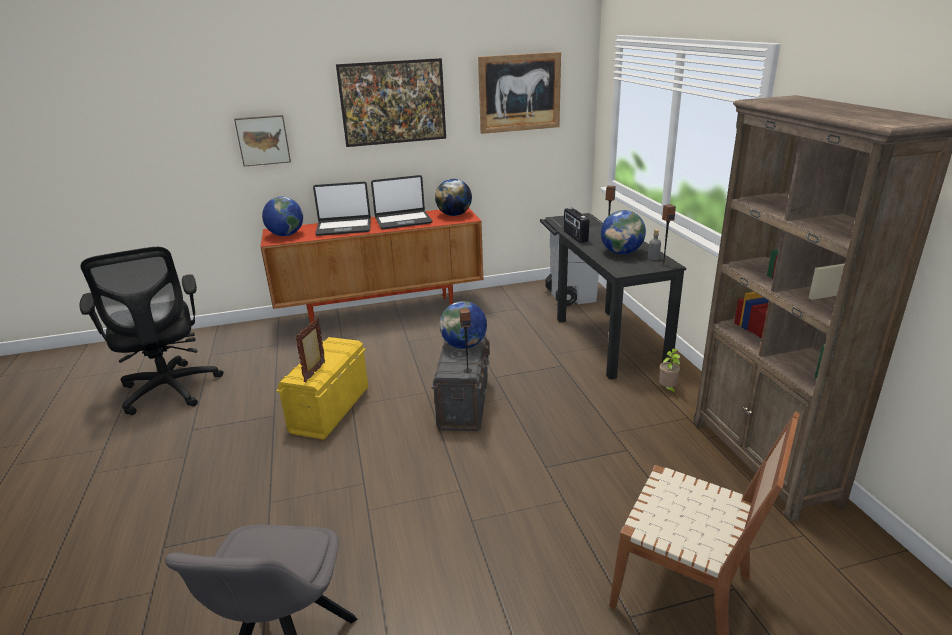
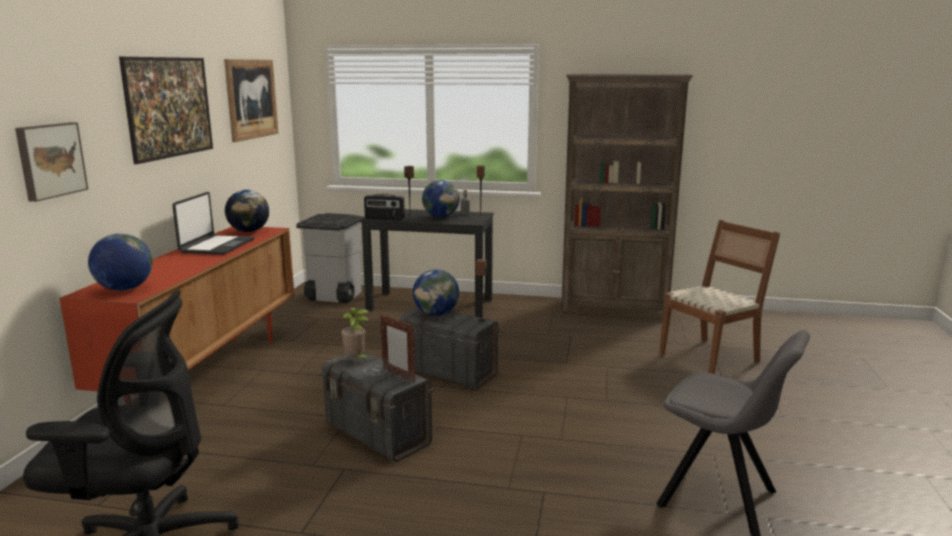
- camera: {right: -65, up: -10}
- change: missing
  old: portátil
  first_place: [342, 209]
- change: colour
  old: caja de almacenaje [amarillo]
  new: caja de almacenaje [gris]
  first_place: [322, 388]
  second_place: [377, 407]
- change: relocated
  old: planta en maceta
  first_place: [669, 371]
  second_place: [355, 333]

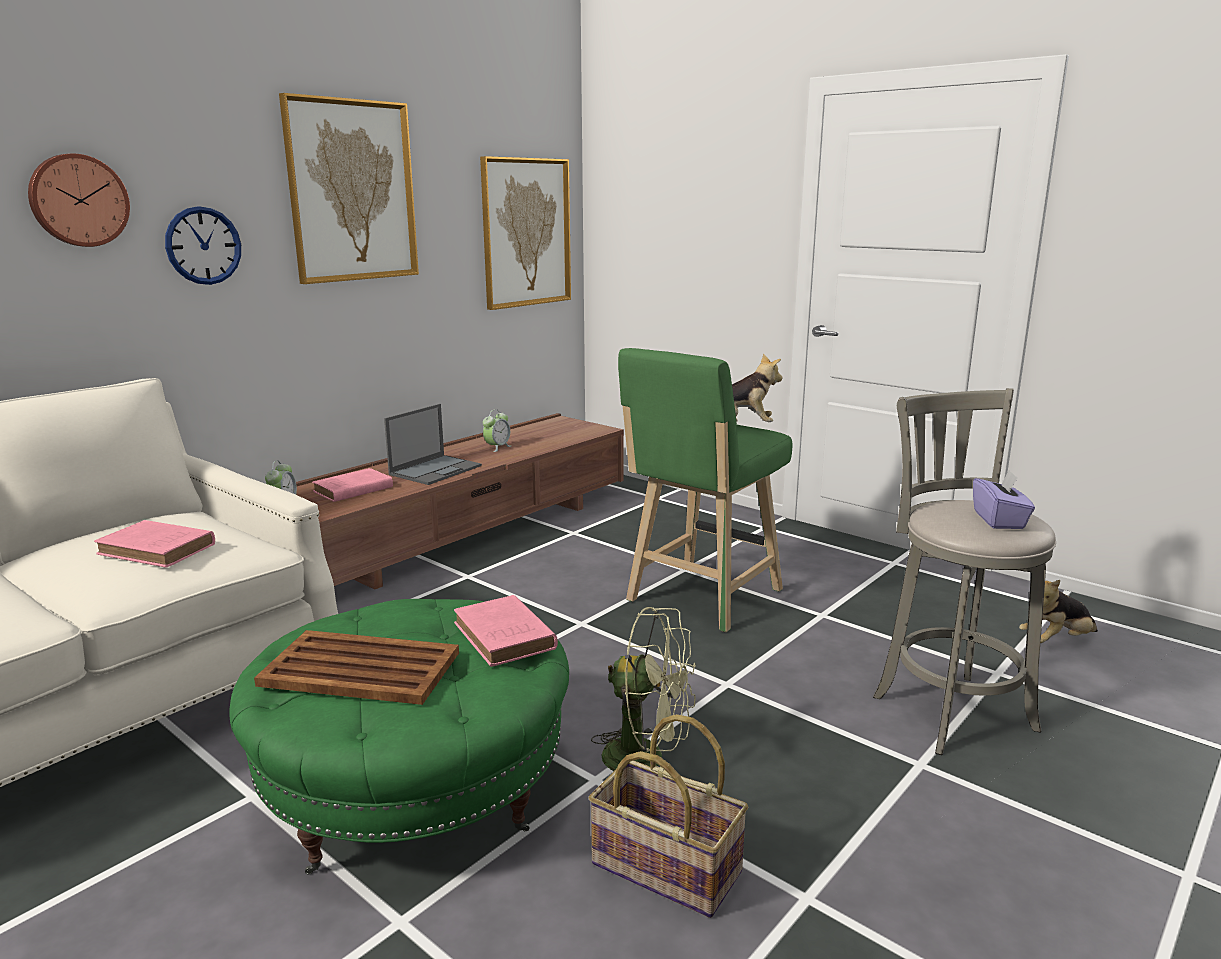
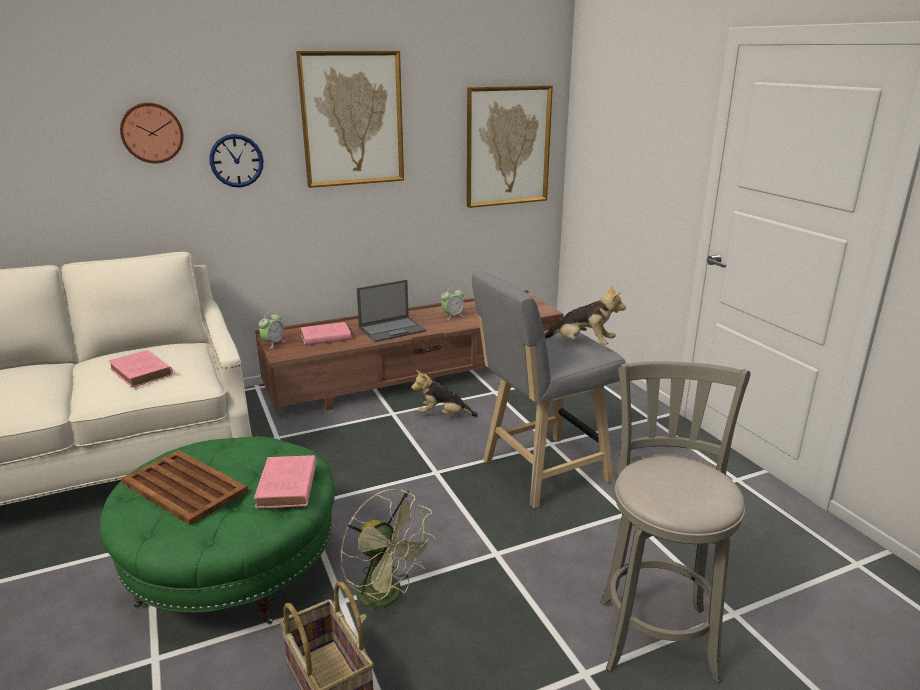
- camera: {right: 25, up: 5}
- change: colour
  old: taburete [verde]
  new: taburete [gris]
  first_place: [705, 490]
  second_place: [548, 390]
- change: missing
  old: caja de pañuelos [morado]
  first_place: [1004, 499]
- change: relocated
  old: peluche
  first_place: [1058, 611]
  second_place: [444, 393]

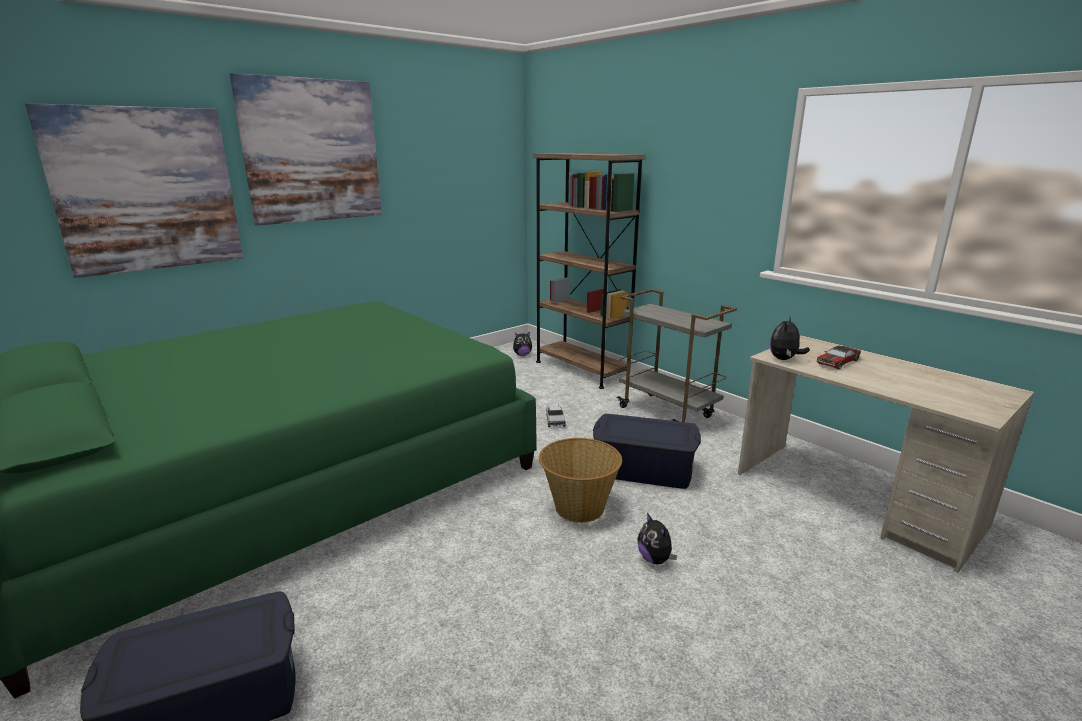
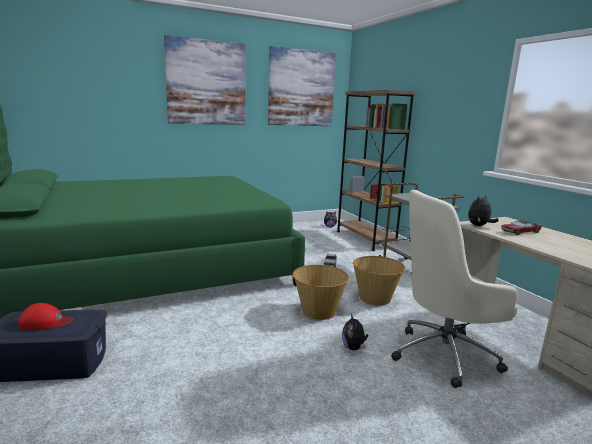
- camera: {right: 15, up: -5}
- change: relocated
  old: cuadro
  first_place: [134, 190]
  second_place: [302, 86]
- change: exchanged
  old: caja de almacenaje [azul]
  new: cesta
  first_place: [647, 451]
  second_place: [379, 281]
- change: appeared
  new: silla de oficina [beis]
  second_place: [454, 289]
- change: appeared
  new: gorra [rojo]
  second_place: [45, 316]

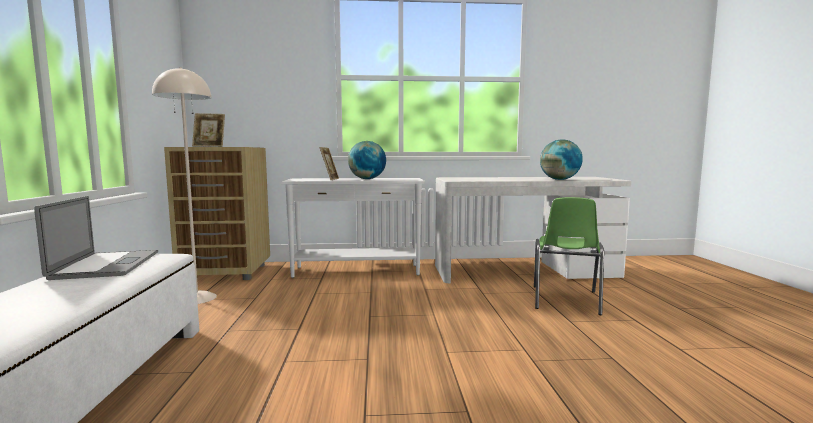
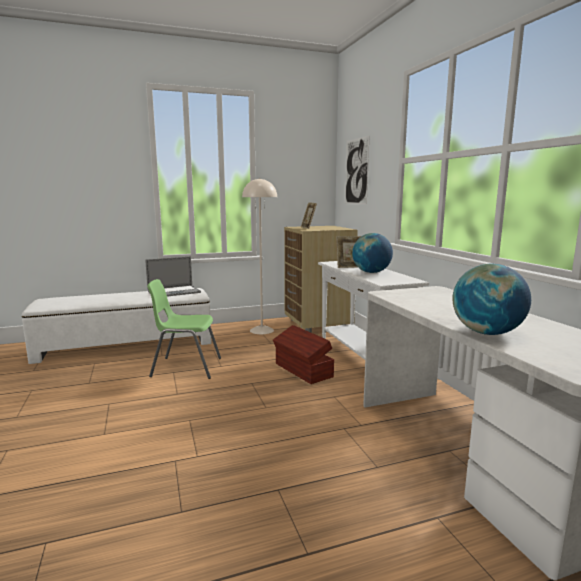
- camera: {right: 75, up: 5}
- change: relocated
  old: silla [verde]
  first_place: [569, 256]
  second_place: [184, 329]
- change: appeared
  new: cuadro
  second_place: [357, 170]
- change: appeared
  new: caja de almacenaje [marrón]
  second_place: [303, 354]

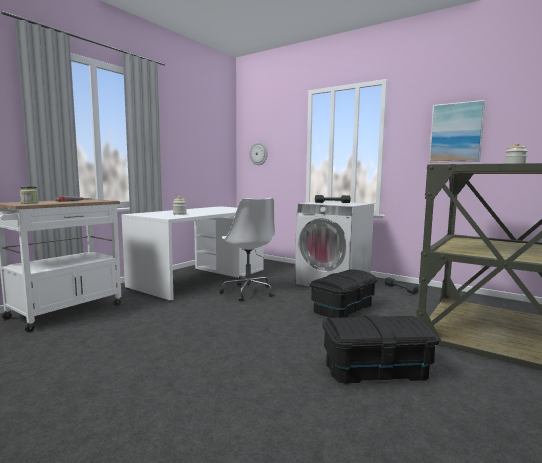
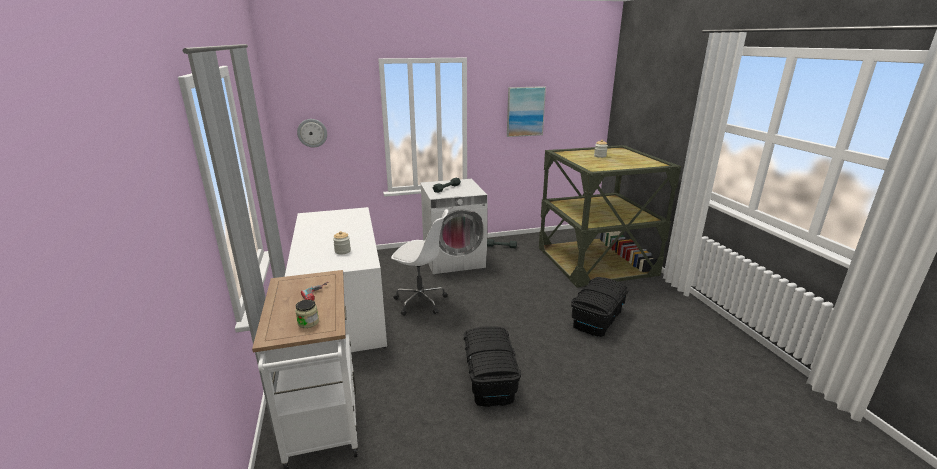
- camera: {right: -50, up: 15}
- change: relocated
  old: caja de almacenaje [negro]
  first_place: [343, 293]
  second_place: [492, 366]

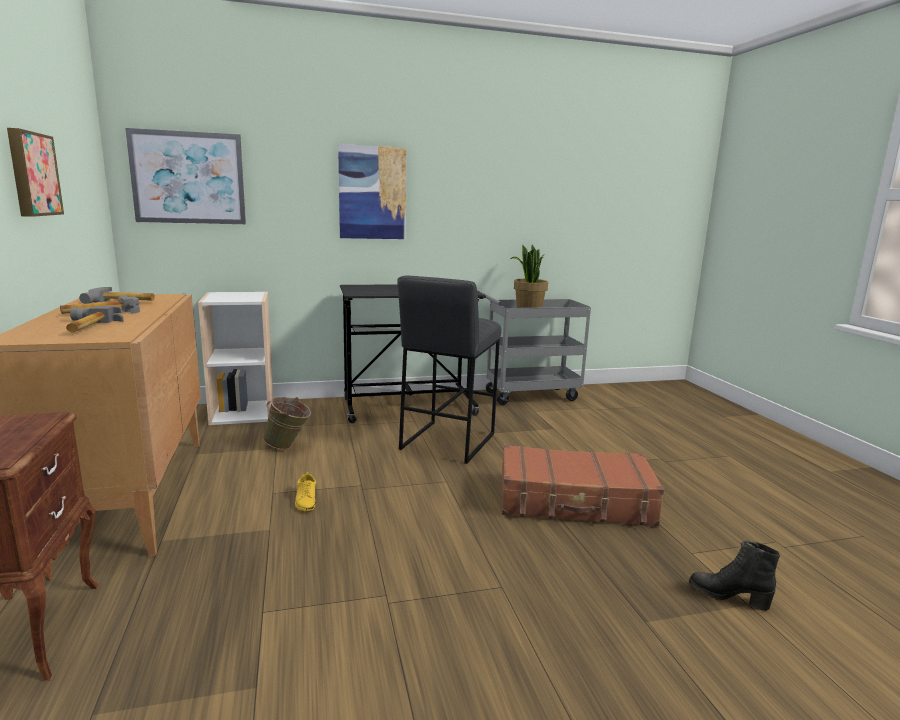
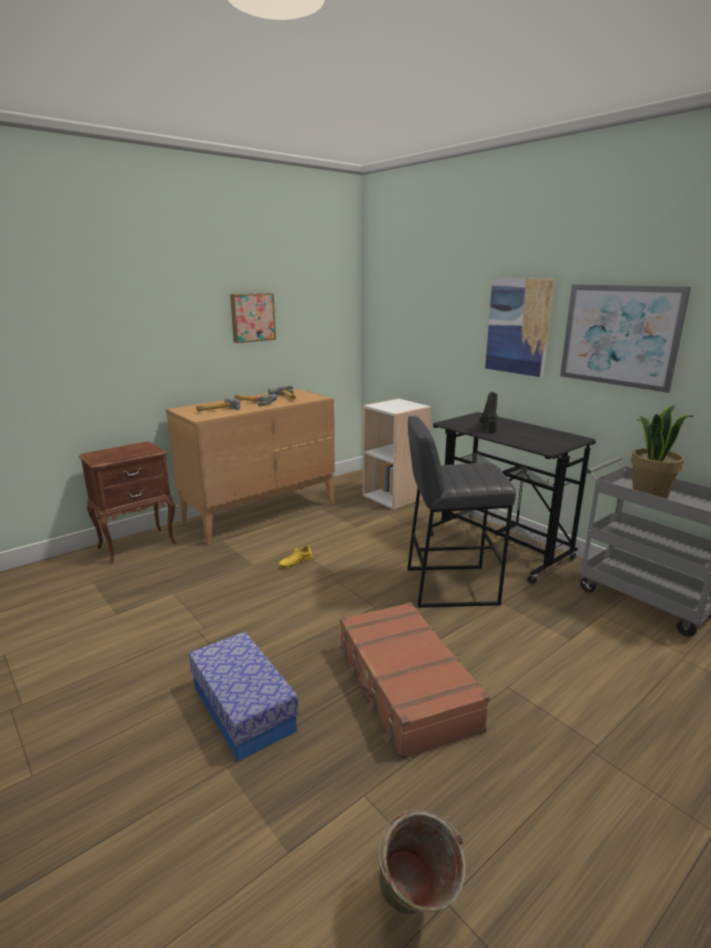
- camera: {right: 65, up: 5}
- change: relocated
  old: cuadro
  first_place: [185, 176]
  second_place: [625, 338]
- change: relocated
  old: cubo [verde]
  first_place: [287, 423]
  second_place: [422, 862]
- change: relocated
  old: bota [negro]
  first_place: [735, 576]
  second_place: [488, 413]
- change: appeared
  new: caja de almacenaje
  second_place: [244, 696]

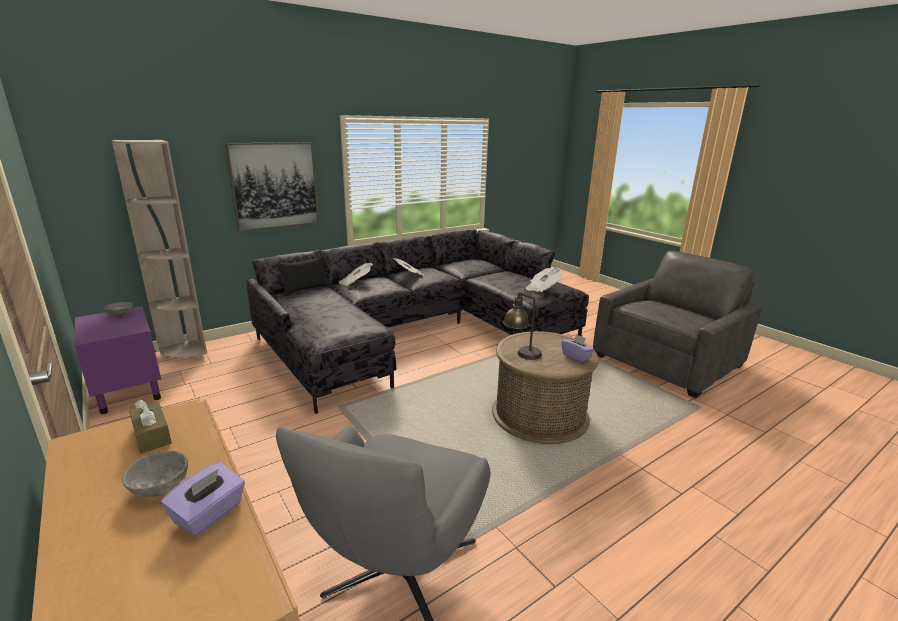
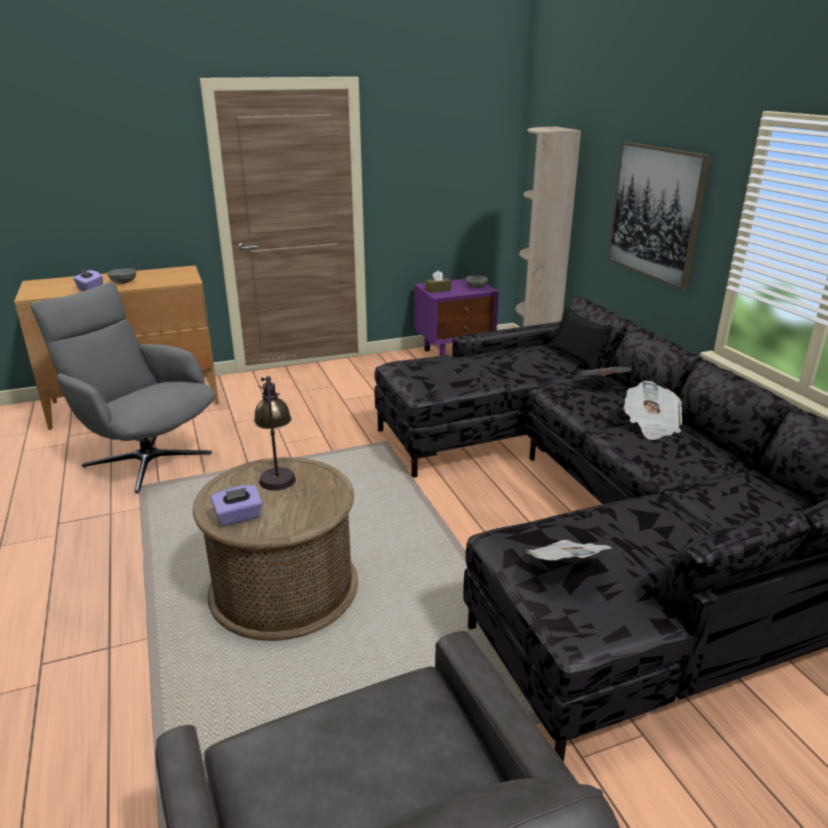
- camera: {right: 105, up: 5}
- change: relocated
  old: caja de pañuelos [marrón]
  first_place: [150, 426]
  second_place: [438, 281]

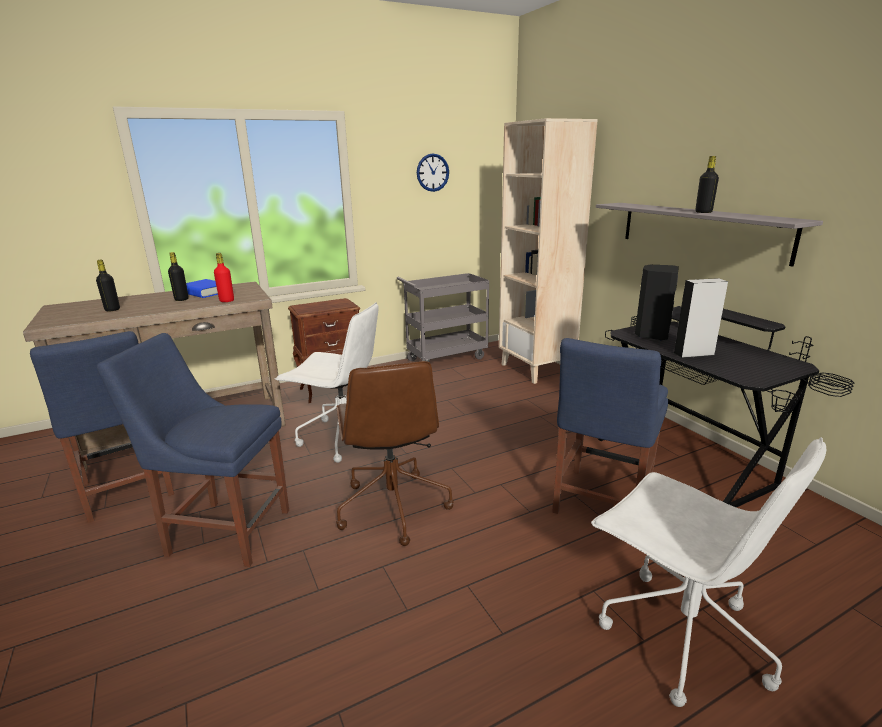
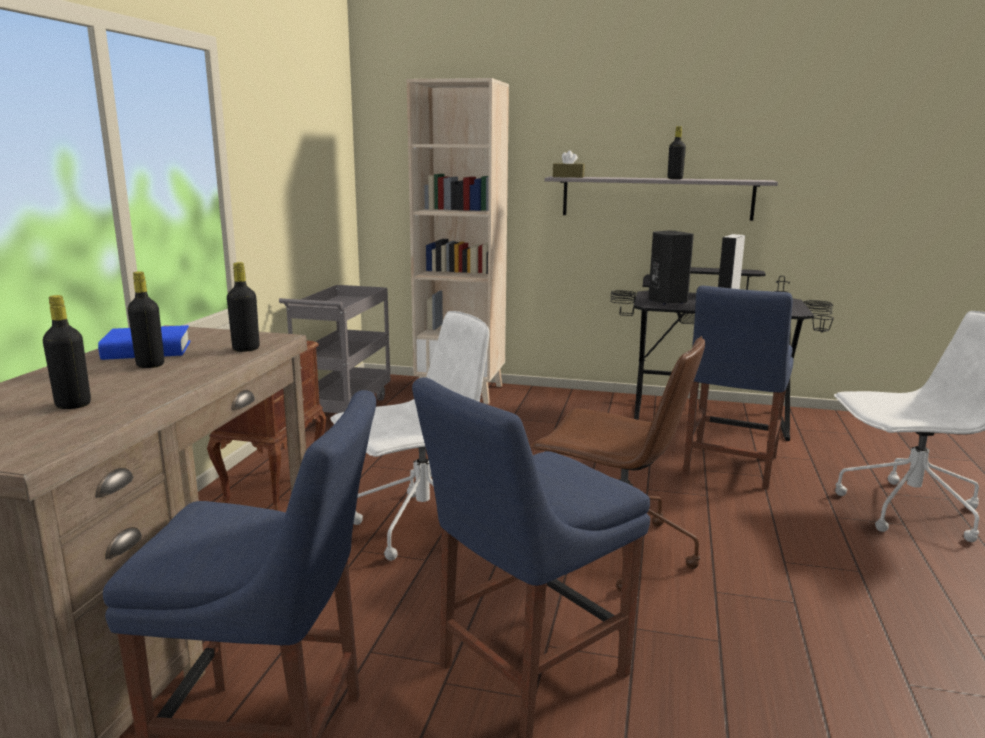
- camera: {right: -50, up: -5}
- change: missing
  old: reloj de pared
  first_place: [433, 172]
- change: colour
  old: botella [rojo]
  new: botella [negro]
  first_place: [224, 277]
  second_place: [243, 307]
- change: spun
  old: silla [azul]
  first_place: [610, 426]
  second_place: [738, 387]
  degrees: 45
- change: appeared
  new: caja de pañuelos [marrón]
  second_place: [569, 164]

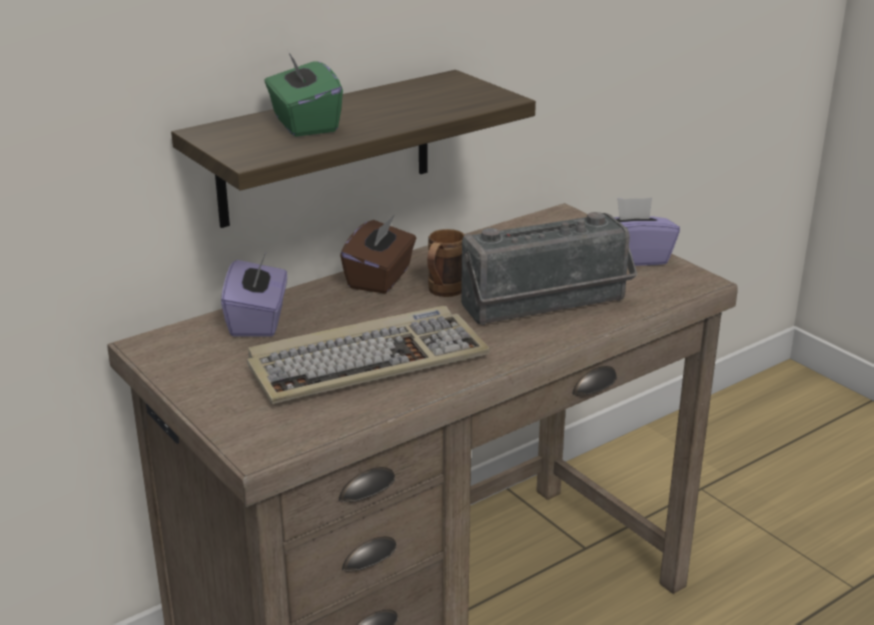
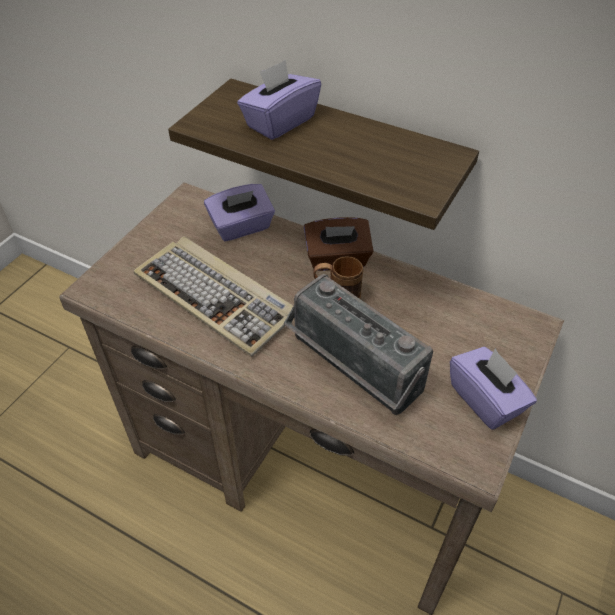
- camera: {right: 65, up: 20}
- change: colour
  old: caja de pañuelos [verde]
  new: caja de pañuelos [morado]
  first_place: [304, 95]
  second_place: [279, 100]

